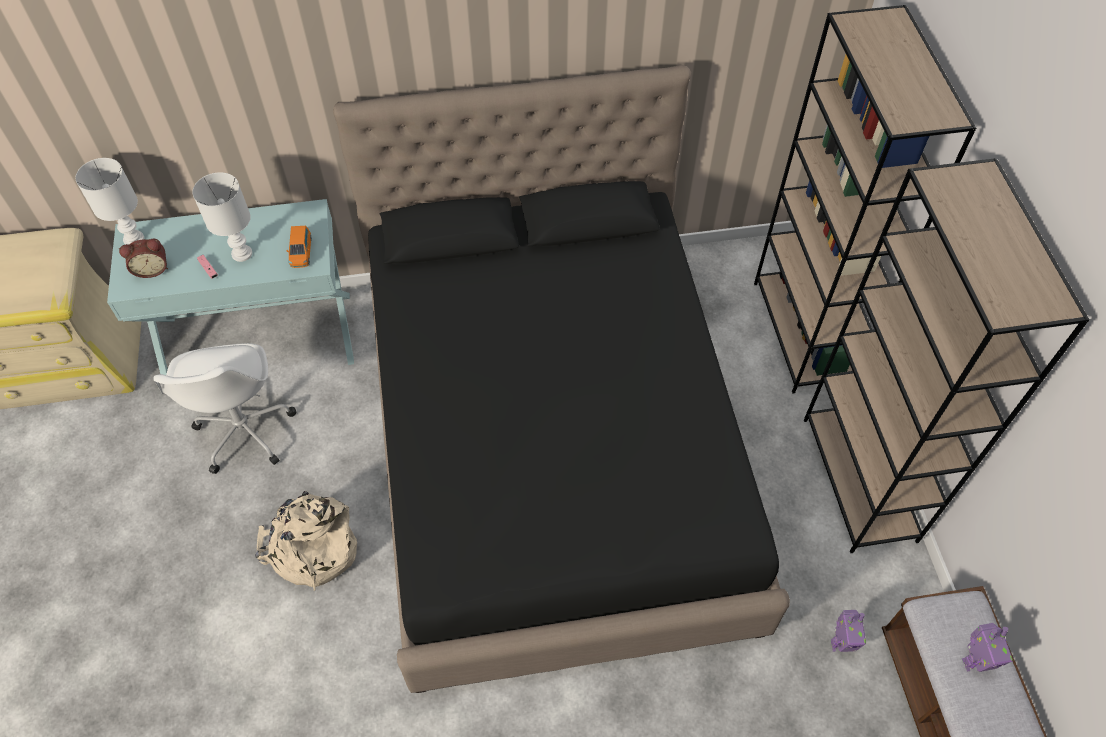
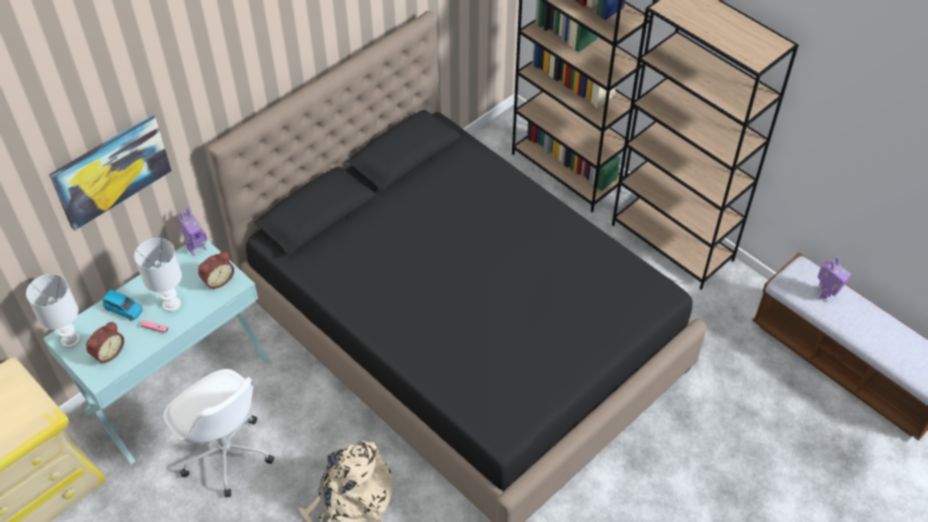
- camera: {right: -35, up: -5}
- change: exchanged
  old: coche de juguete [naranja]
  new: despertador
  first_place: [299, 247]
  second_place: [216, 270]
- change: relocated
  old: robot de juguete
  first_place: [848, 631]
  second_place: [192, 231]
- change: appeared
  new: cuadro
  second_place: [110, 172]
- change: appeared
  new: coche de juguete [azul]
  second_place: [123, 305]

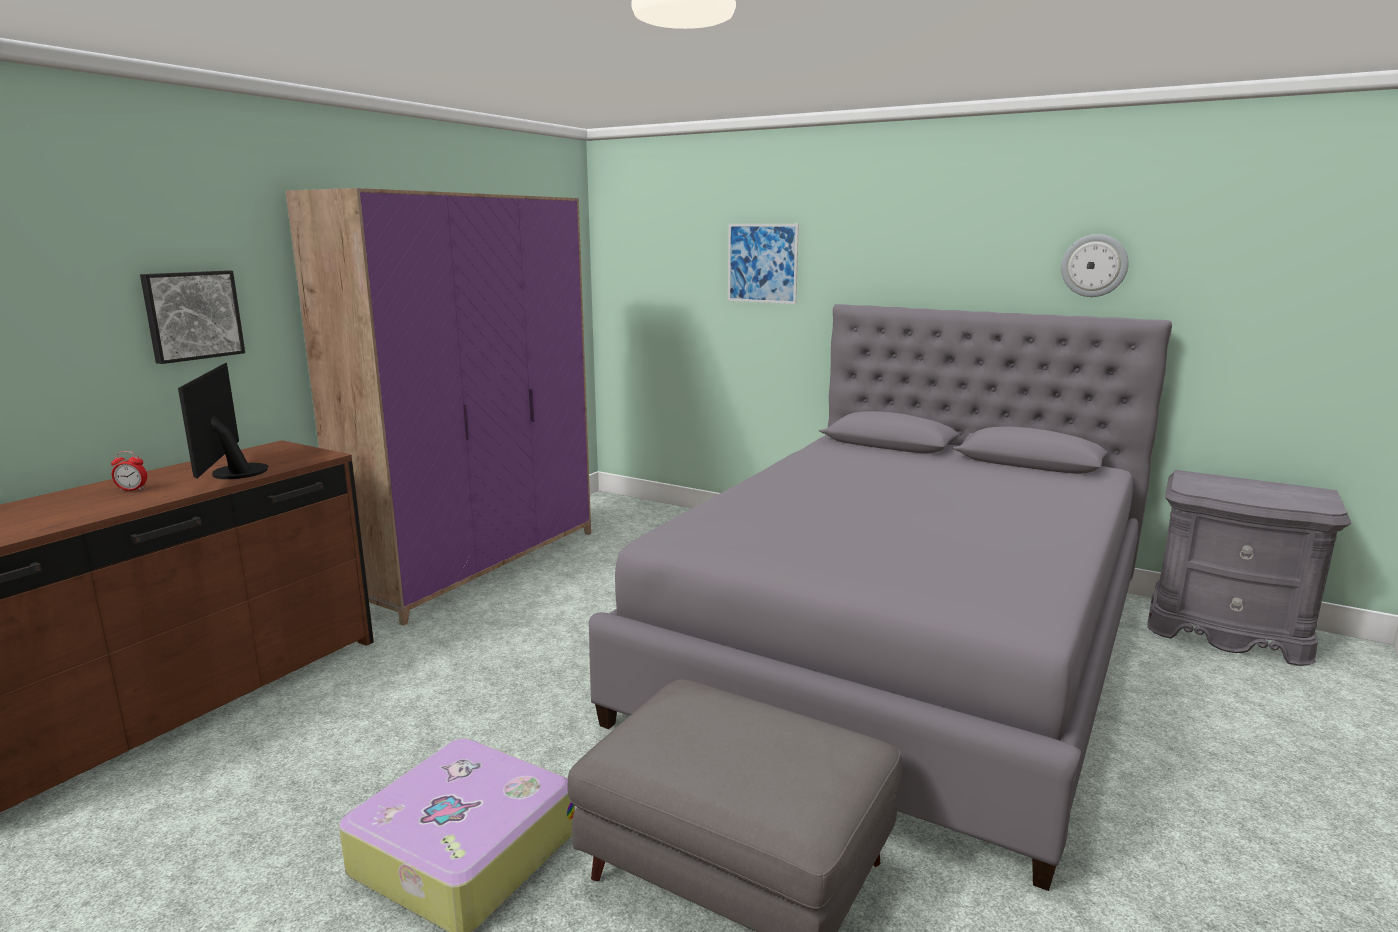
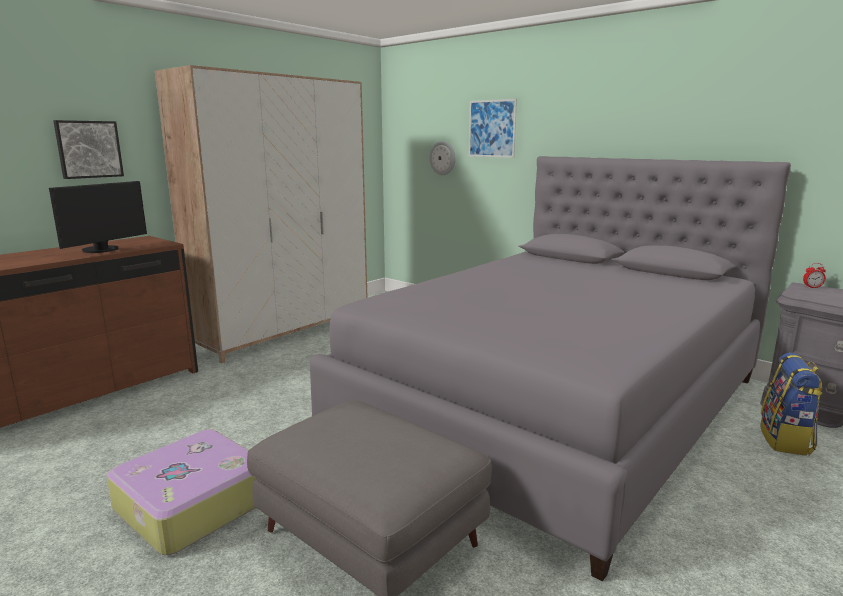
- camera: {right: 10, up: 0}
- change: colour
  old: armario ropero [morado]
  new: armario ropero [blanco]
  first_place: [438, 407]
  second_place: [261, 214]
- change: relocated
  old: reloj de pared
  first_place: [1095, 265]
  second_place: [443, 158]
- change: spun
  old: monitor
  first_place: [223, 421]
  second_place: [98, 217]
  degrees: -150
- change: relocated
  old: despertador
  first_place: [129, 471]
  second_place: [814, 275]
- change: appeared
  new: mochila
  second_place: [791, 404]

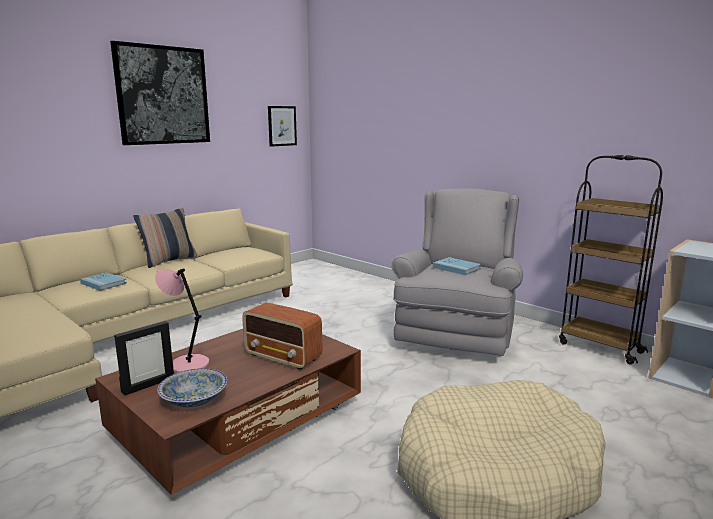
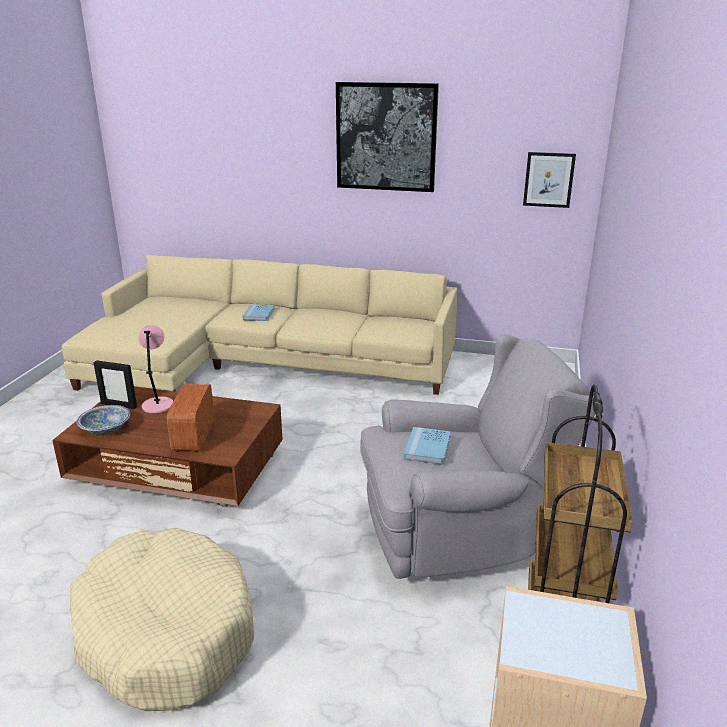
- camera: {right: 60, up: 10}
- change: missing
  old: cojín
  first_place: [165, 238]

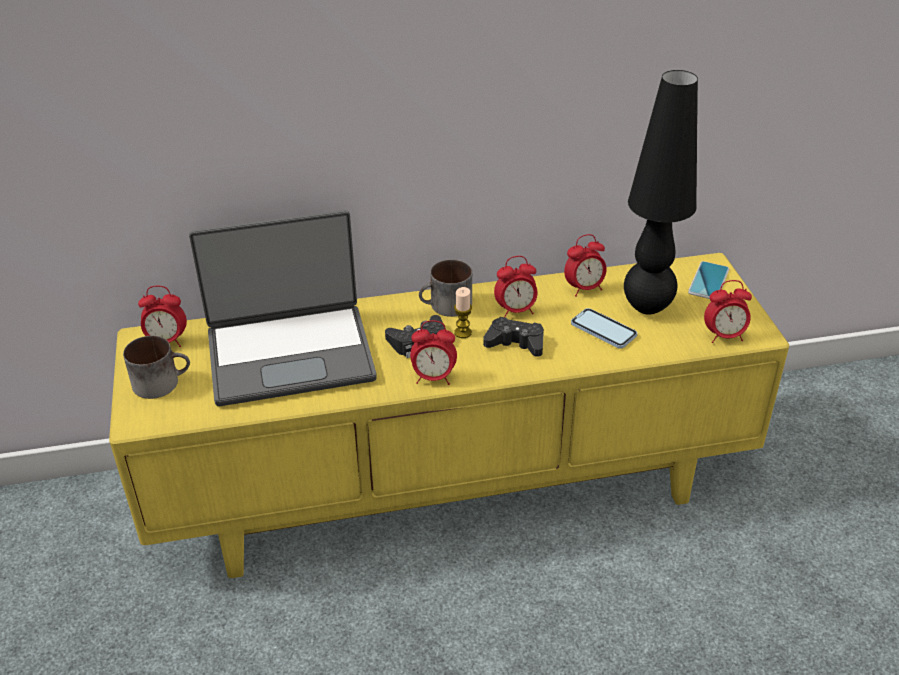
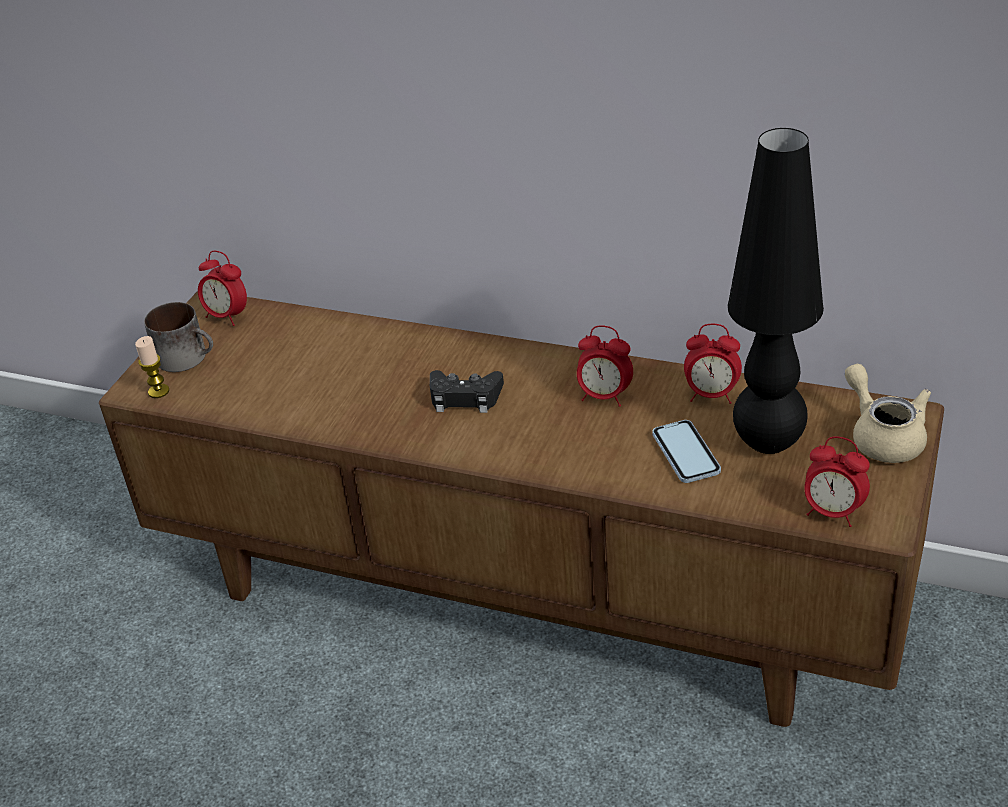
- camera: {right: 35, up: 0}
- change: missing
  old: portátil
  first_place: [283, 308]
- change: colour
  old: mueble de televisión [amarillo]
  new: mueble de televisión [marrón]
  first_place: [449, 415]
  second_place: [521, 509]
- change: missing
  old: taza grande
  first_place: [445, 288]
- change: exchanged
  old: móvil
  new: tetera [beis]
  first_place: [708, 280]
  second_place: [888, 413]
- change: relocated
  old: vela
  first_place: [463, 312]
  second_place: [152, 367]
- change: missing
  old: mando de consola [negro]
  first_place: [513, 337]
- change: missing
  old: despertador
  first_place: [433, 352]

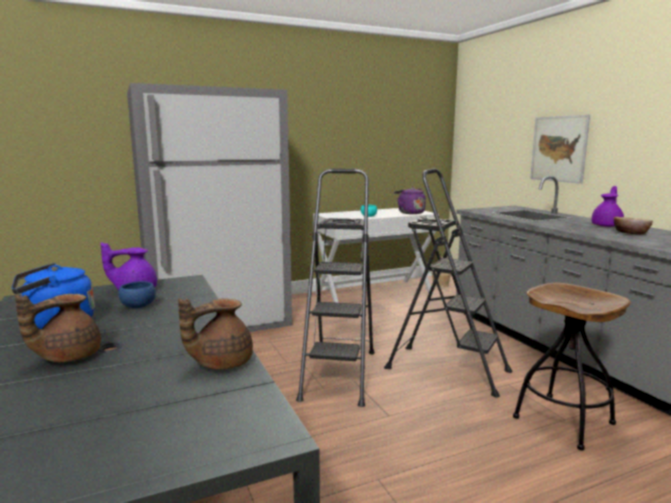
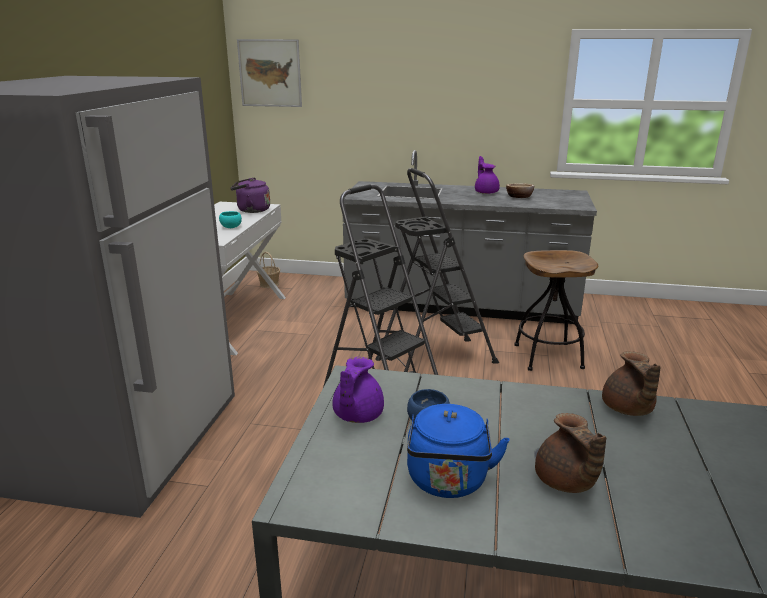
- camera: {right: -55, up: 10}
- change: relocated
  old: cuadro
  first_place: [560, 149]
  second_place: [269, 73]

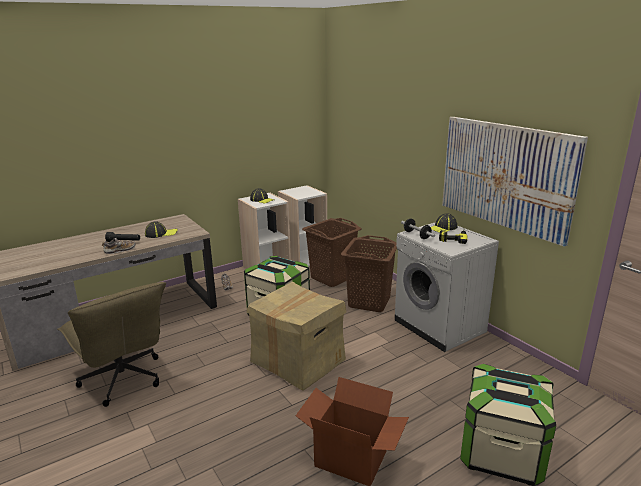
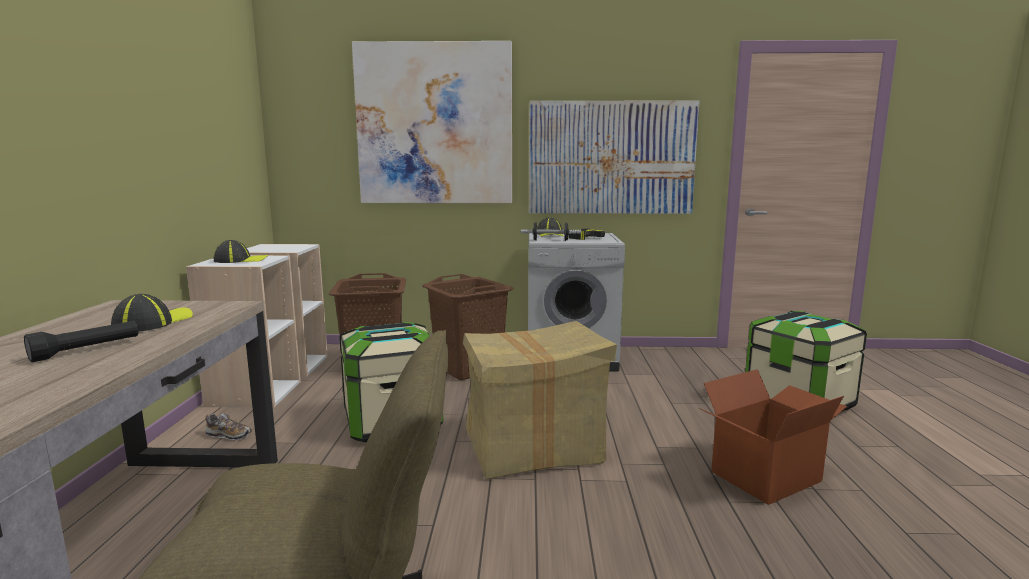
- camera: {right: -55, up: -10}
- change: missing
  old: zapato
  first_place: [118, 246]
- change: appeared
  new: cuadro
  second_place: [432, 122]

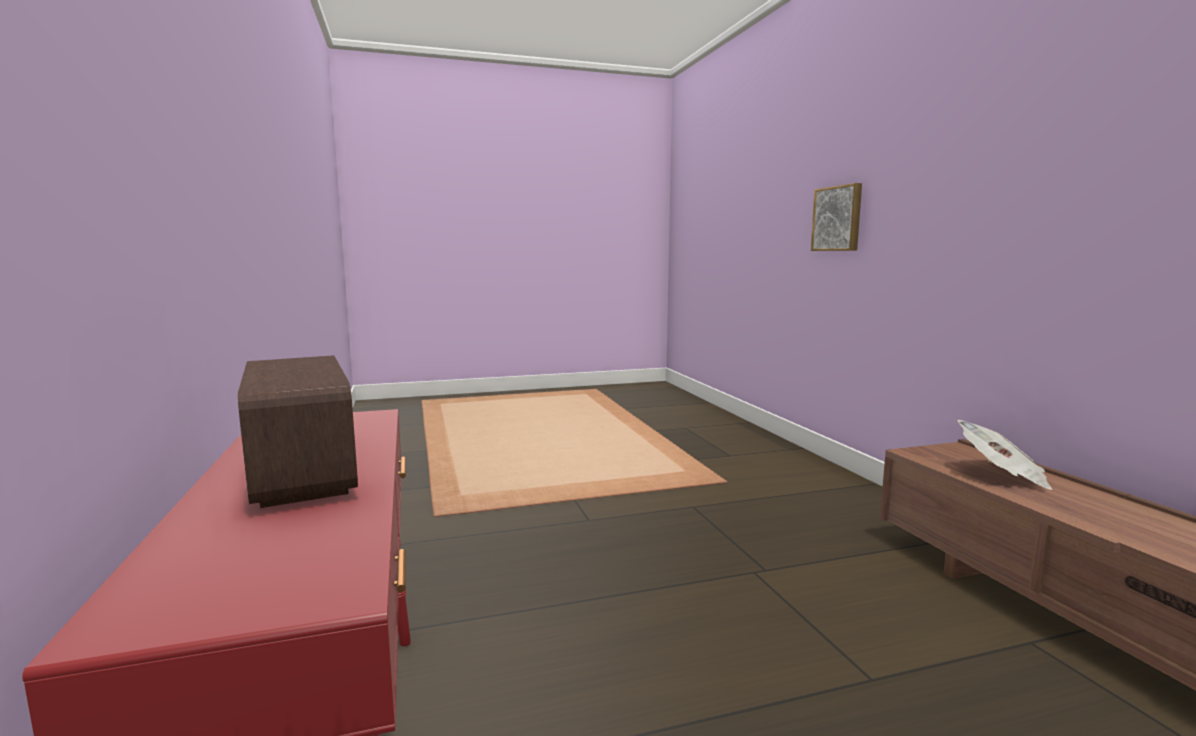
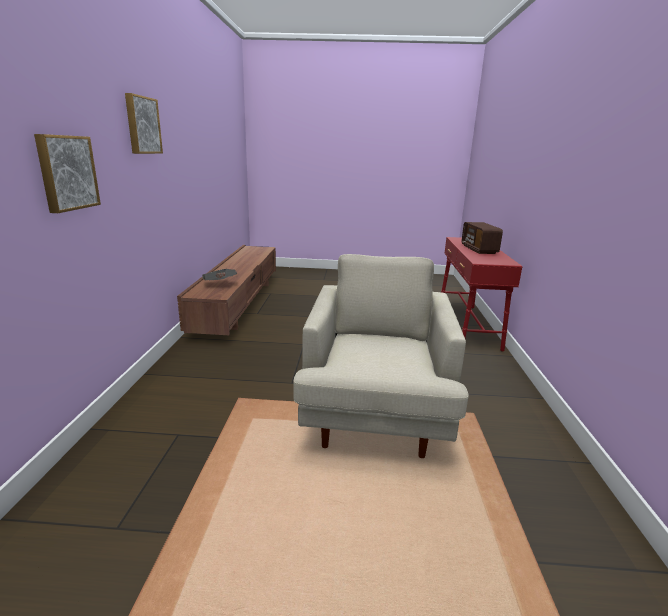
- camera: {right: -160, up: 10}
- change: appeared
  new: cuadro
  second_place: [144, 123]
- change: appeared
  new: sillón [beis]
  second_place: [381, 356]

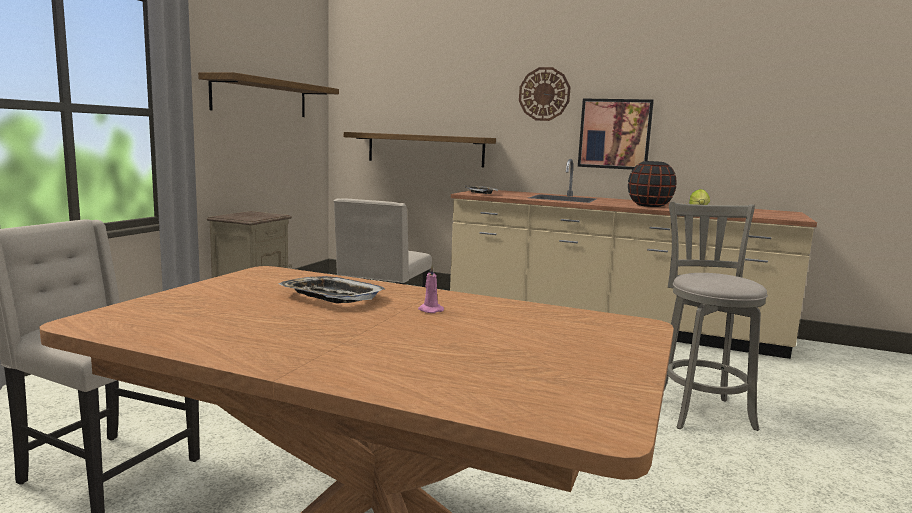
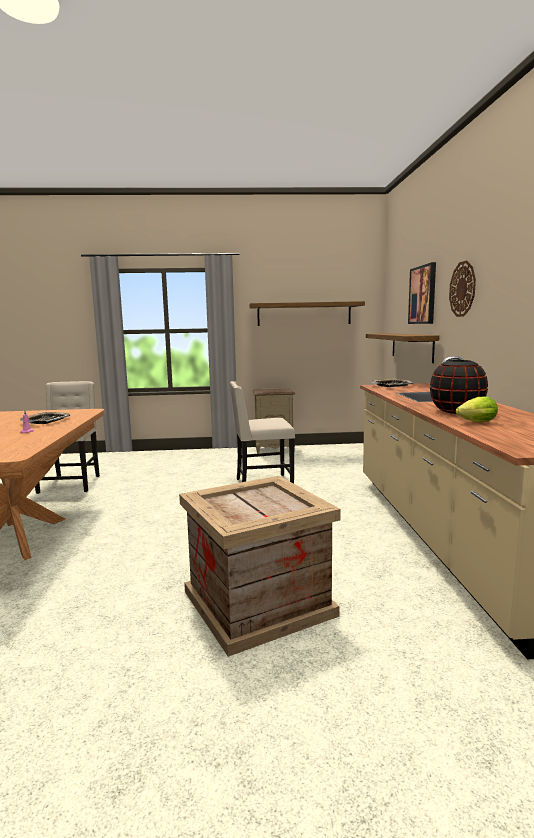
- camera: {right: 65, up: 0}
- change: relocated
  old: cuadro
  first_place: [616, 134]
  second_place: [422, 293]
- change: exchanged
  old: taburete [gris]
  new: caja de embalaje
  first_place: [716, 316]
  second_place: [260, 566]

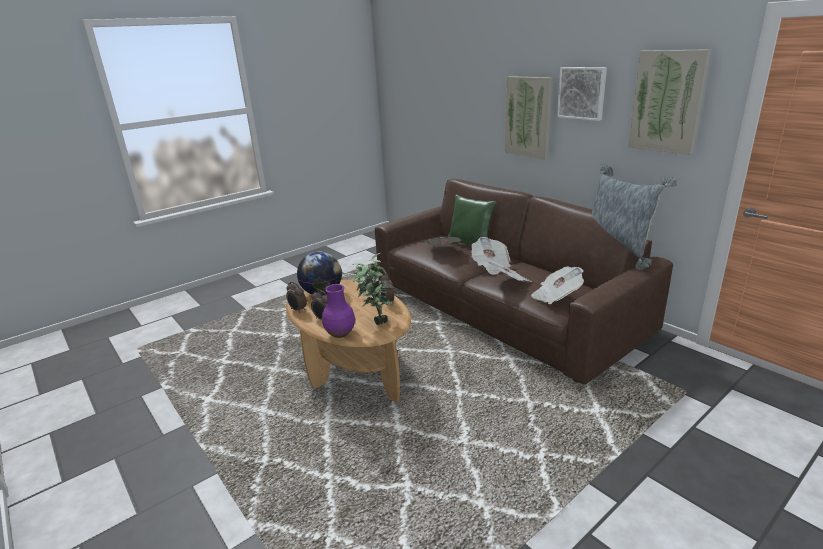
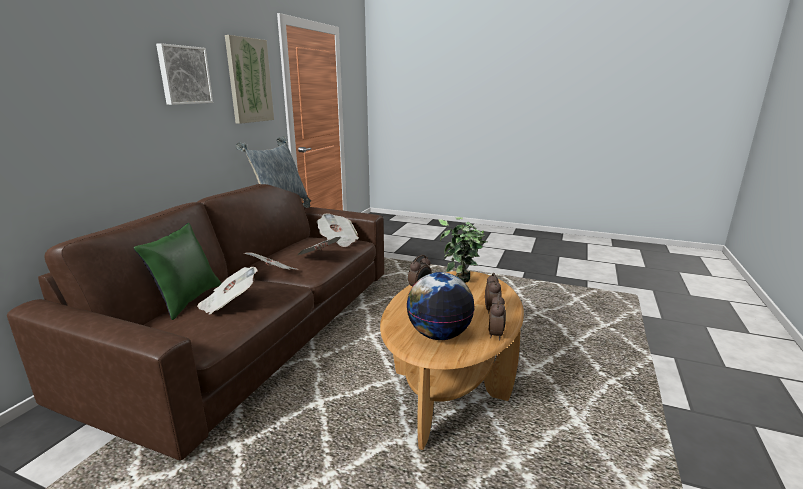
- camera: {right: -120, up: -5}
- change: missing
  old: cuadro
  first_place: [529, 117]
- change: missing
  old: florero [morado]
  first_place: [338, 311]

